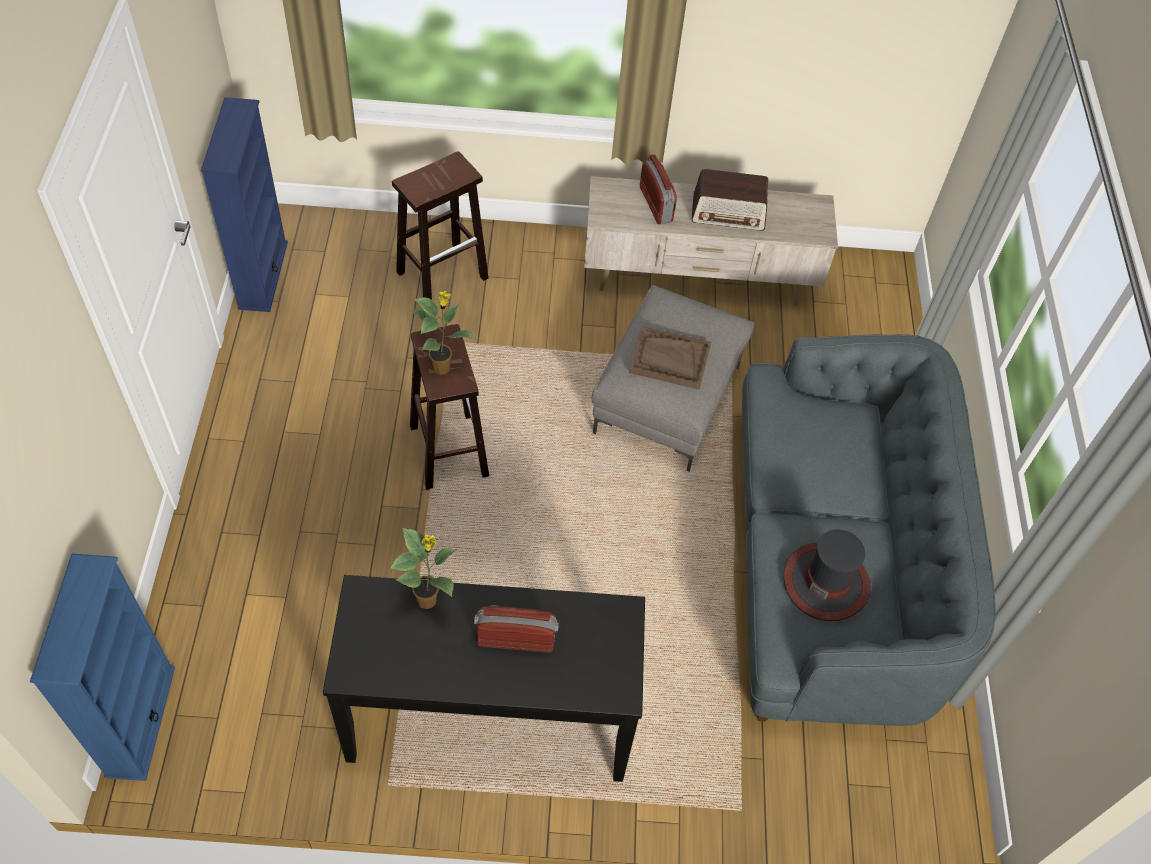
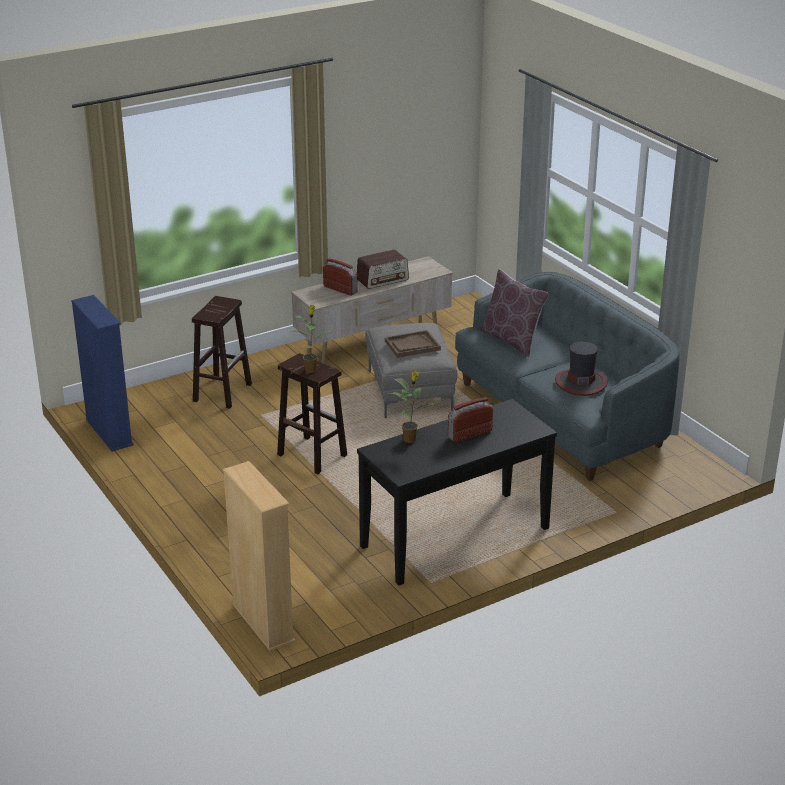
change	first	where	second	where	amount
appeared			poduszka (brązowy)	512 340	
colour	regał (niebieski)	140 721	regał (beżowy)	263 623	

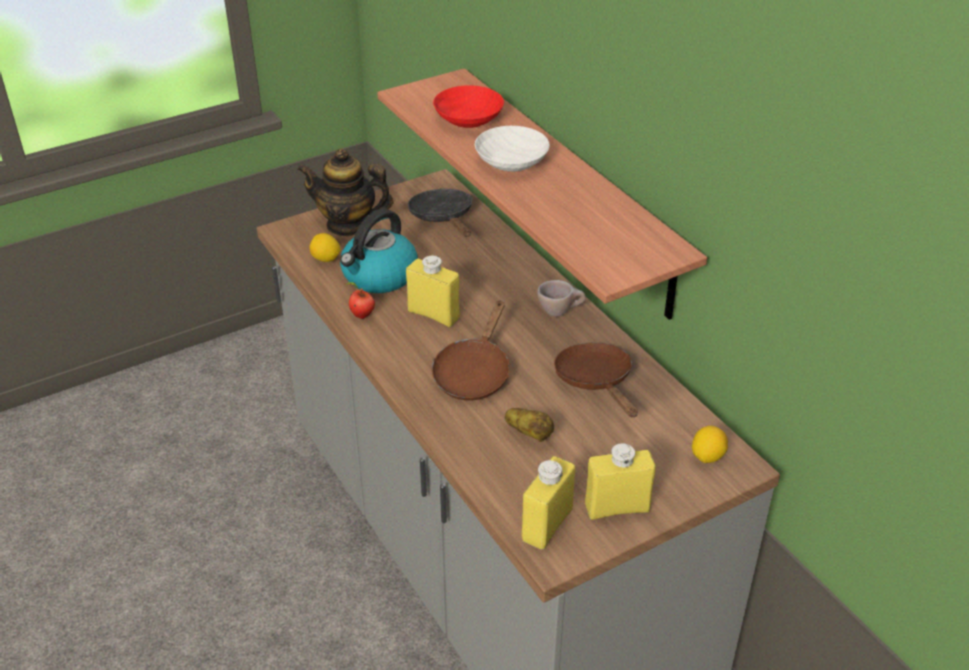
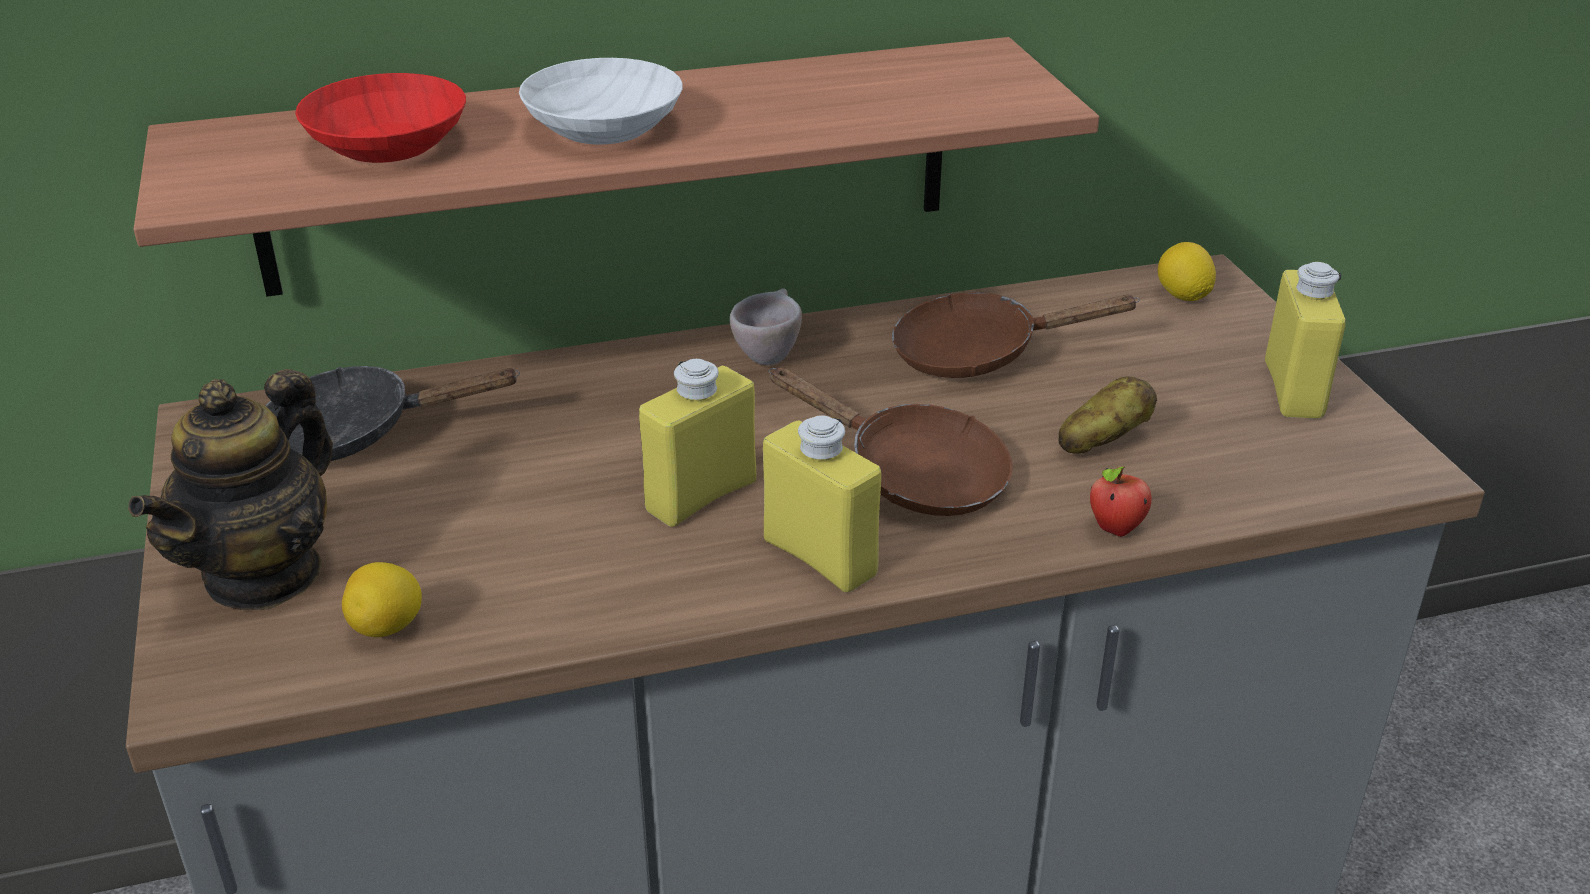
change	first	where	second	where	amount
missing	czajnik	379 276			
relocated	jabłko	361 315		1116 530	
relocated	butelka (żółty)	547 525		820 557	

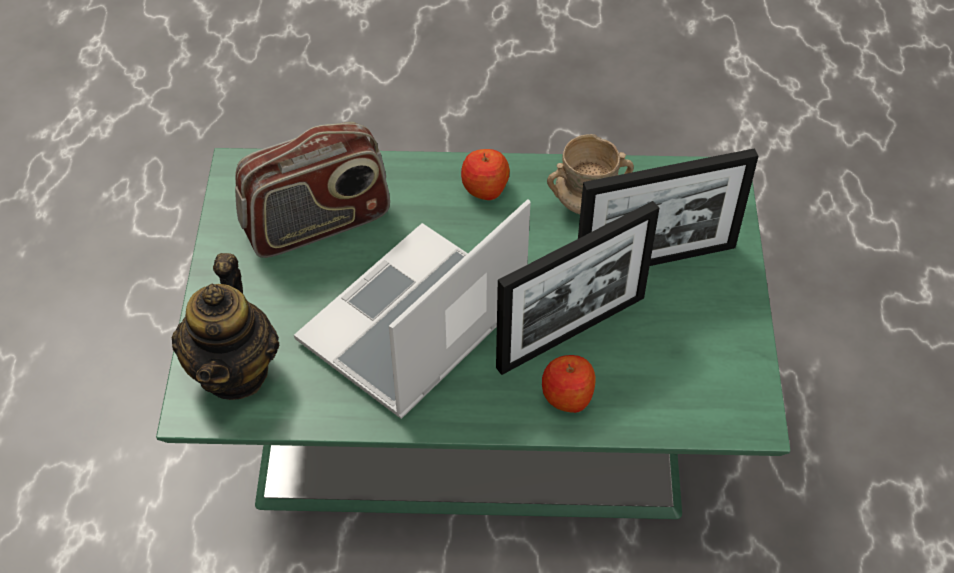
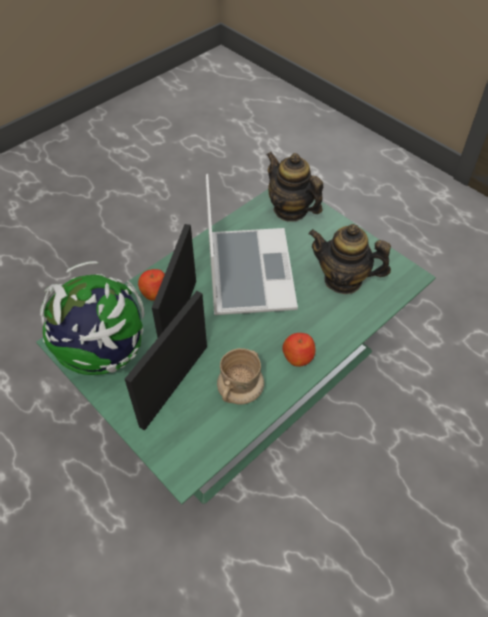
change	first	where	second	where	amount
appeared			globus	104 353	
exchanged	radio	317 224	imbryk	343 280	

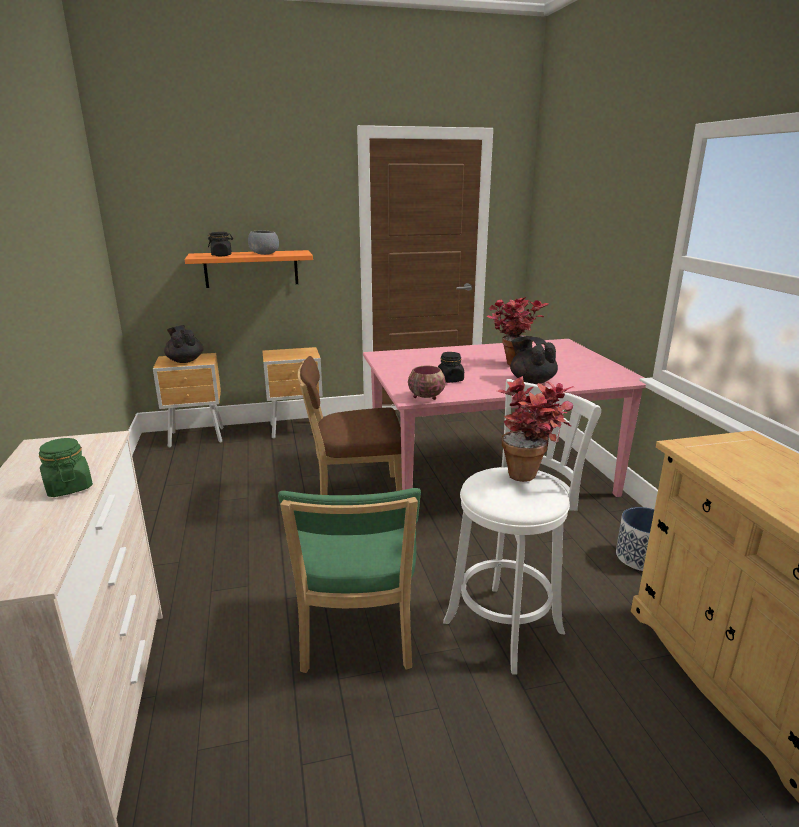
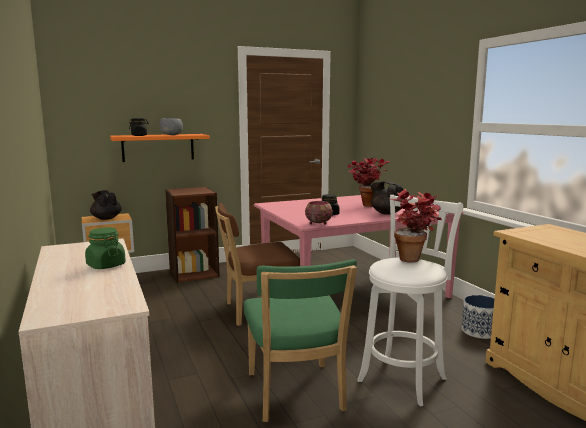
change	first	where	second	where	amount
exchanged	szafka nocna (brązowy)	297 429	regał (brązowy)	194 273	

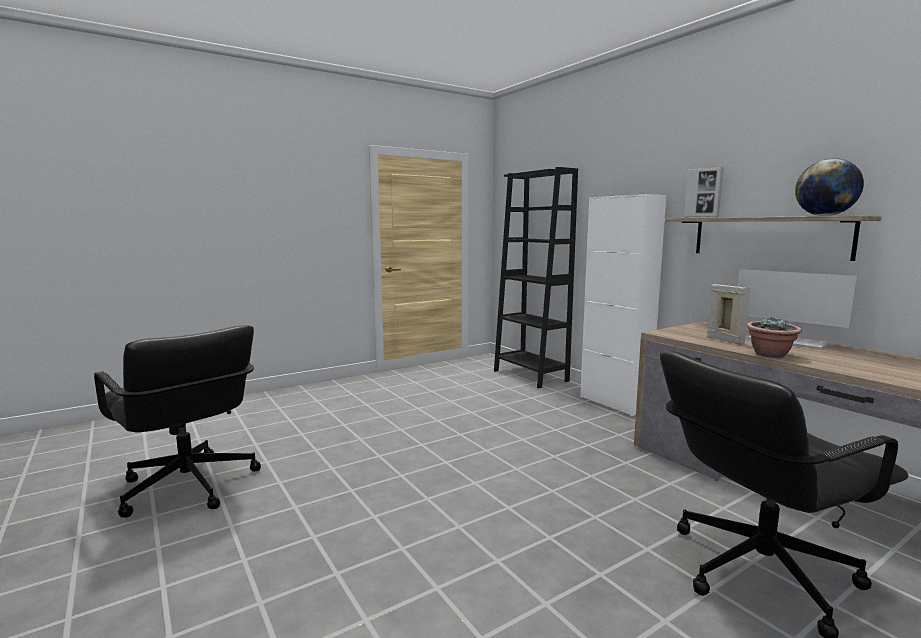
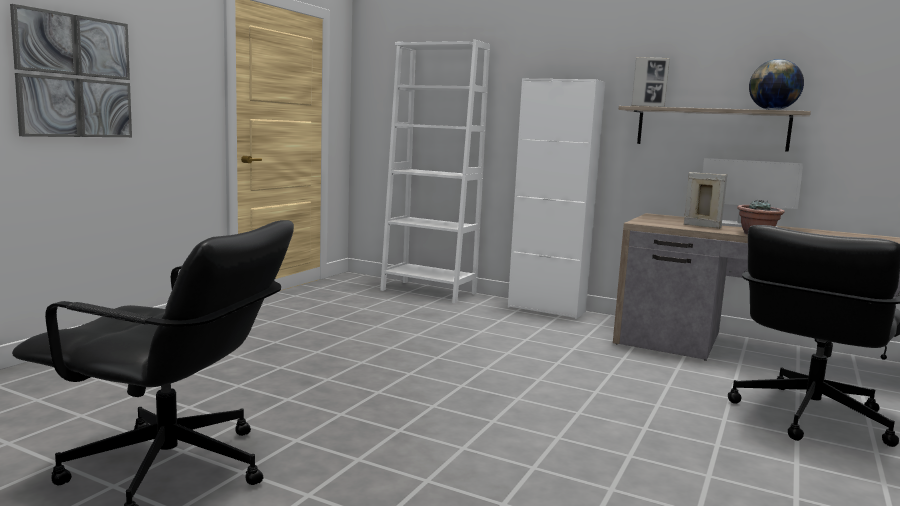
change	first	where	second	where	amount
appeared			obraz	74 76	
colour	regał (czarny)	530 376	regał (biały)	428 292	

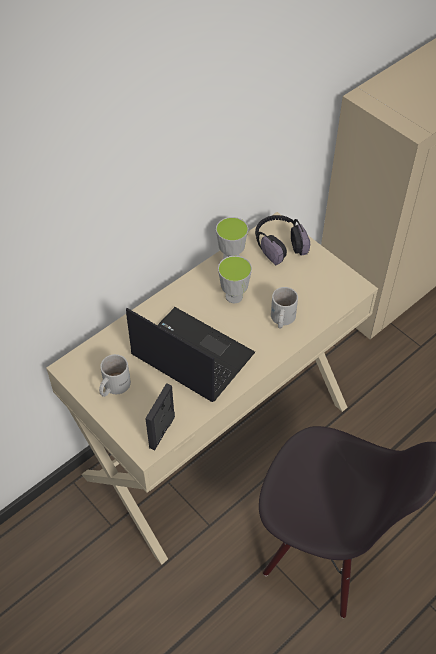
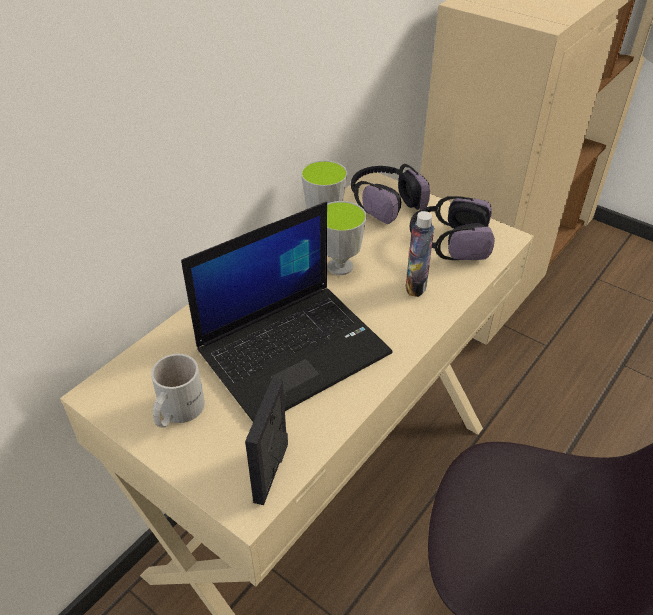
change	first	where	second	where	amount
appeared			słuchawki	448 242	
exchanged	kubek (biały)	281 319	butelka	416 286	
spun	laptop	190 355		294 349	120 degrees clockwise

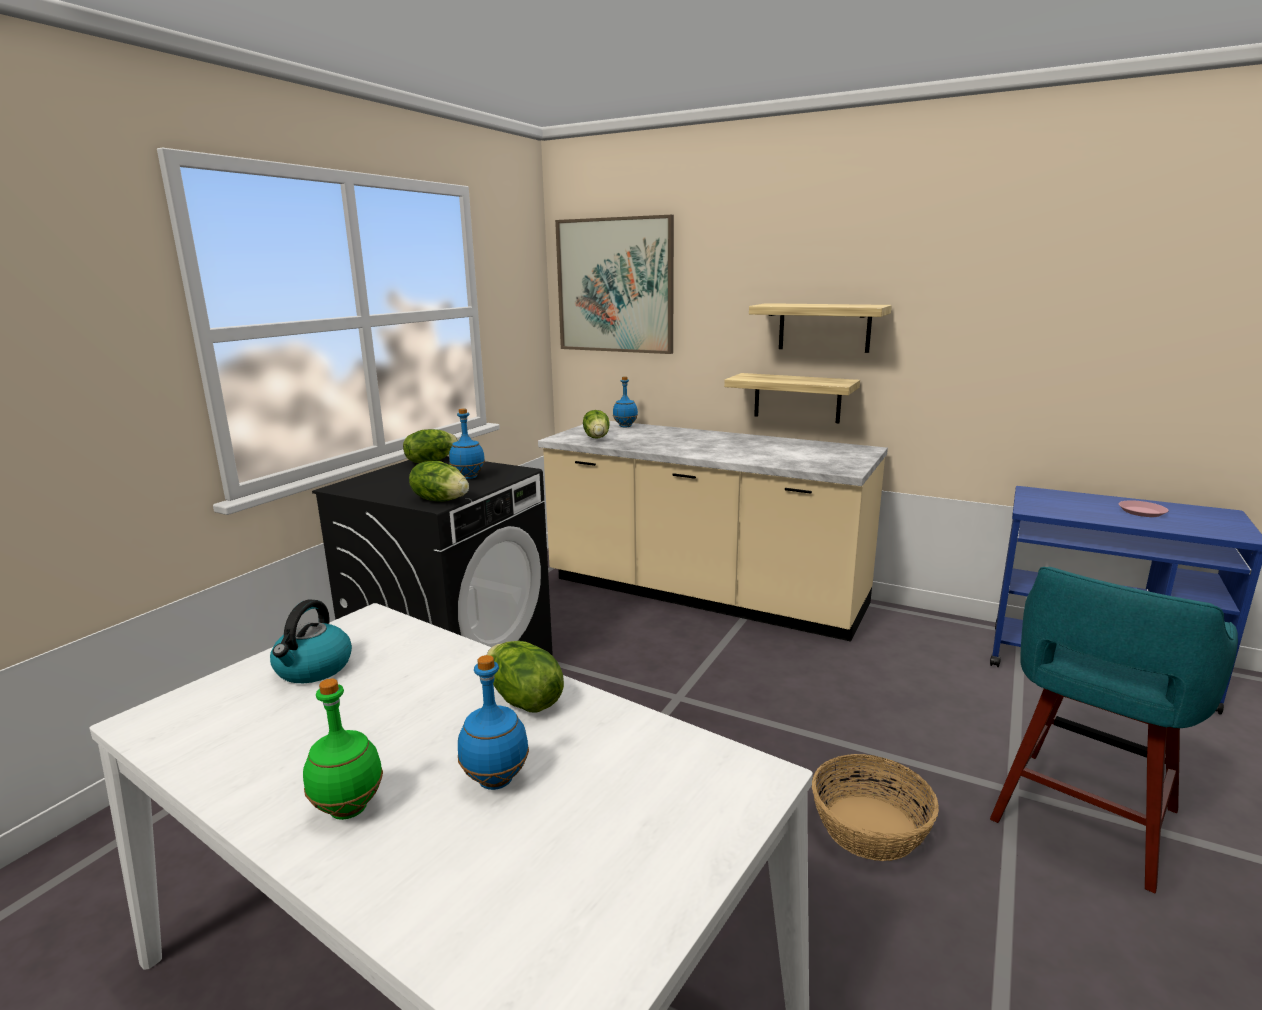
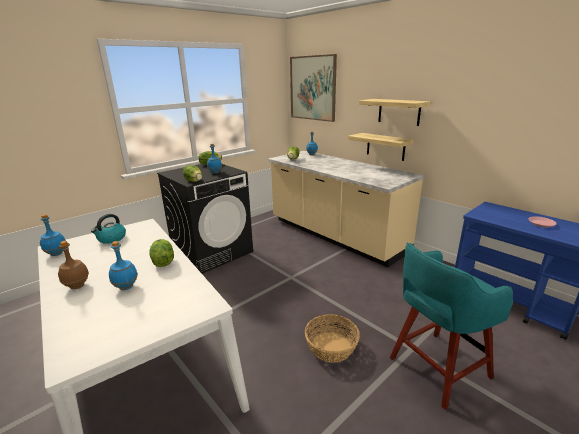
change	first	where	second	where	amount
appeared			butelka (niebieski)	56 254	
colour	butelka (zielony)	347 809	butelka (brązowy)	77 286	

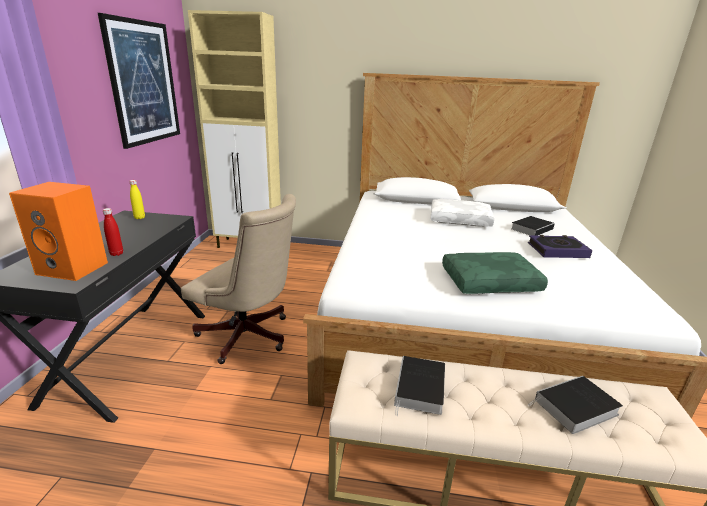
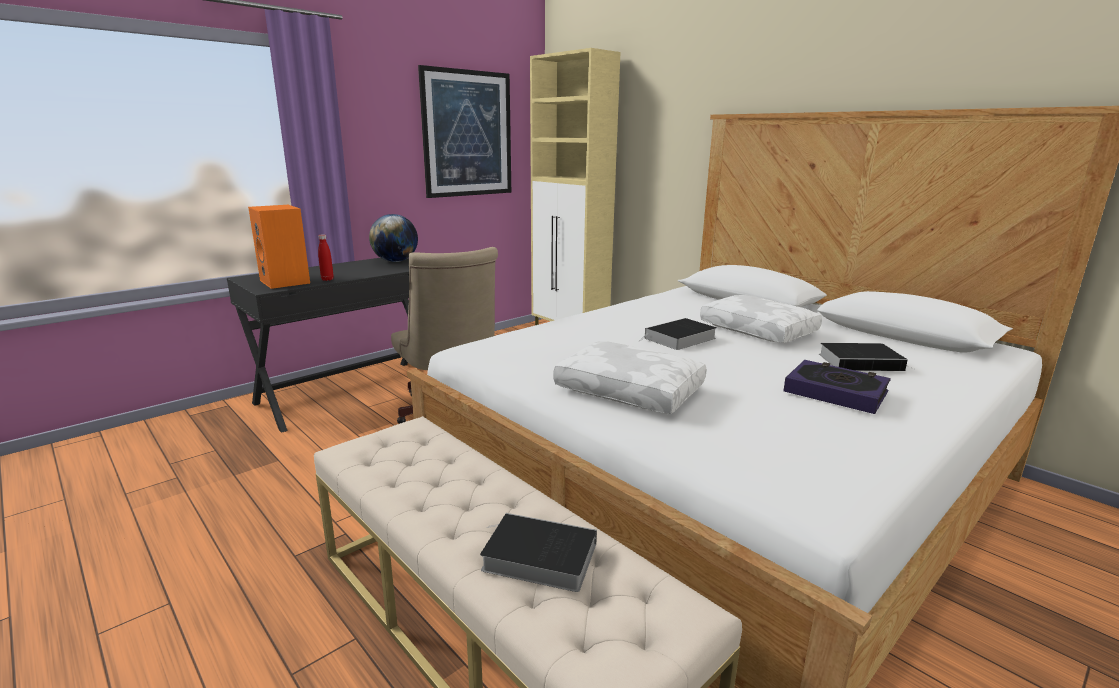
change	first	where	second	where	amount
relocated	książka	420 389		679 339	
exchanged	butelka (żółty)	139 218	globus	395 261	
colour	poduszka (zielony)	490 281	poduszka (biały)	631 390	

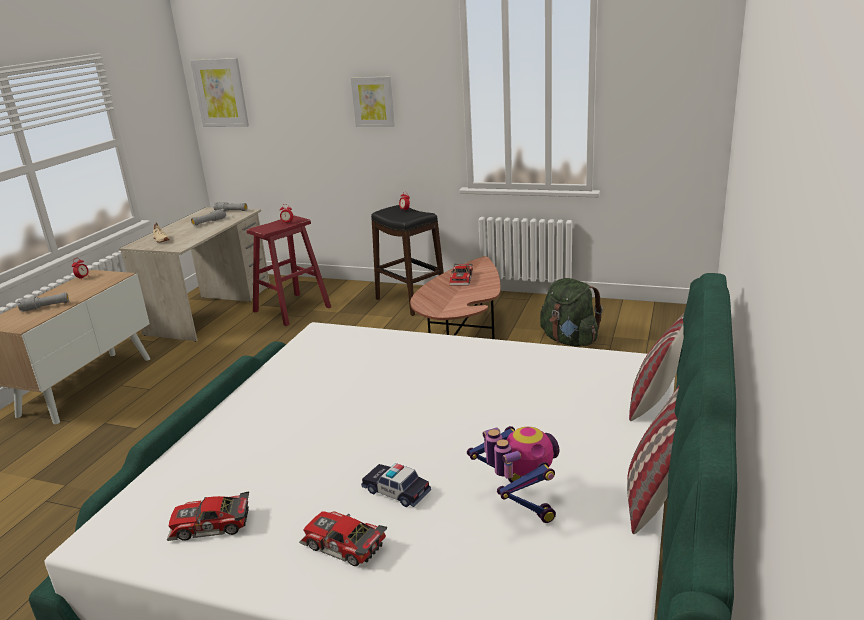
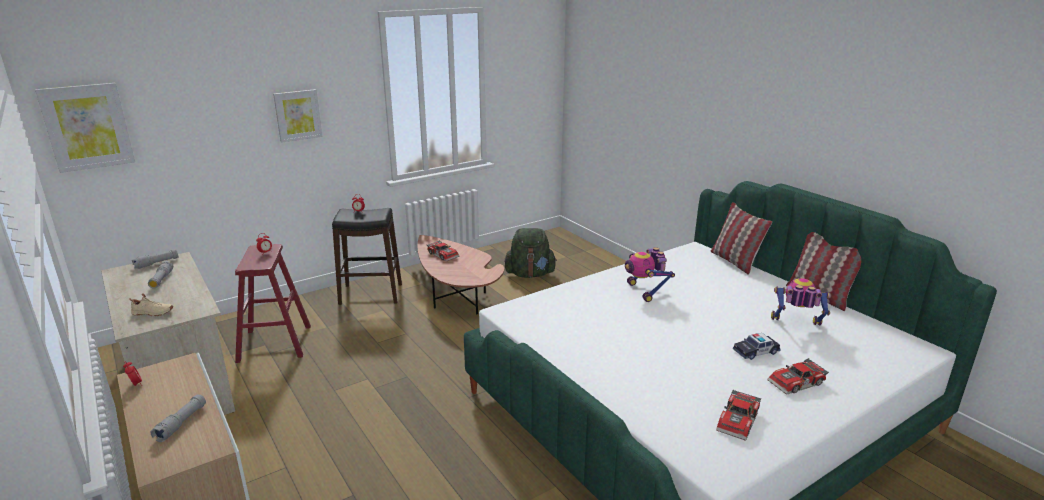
change	first	where	second	where	amount
appeared			robot zabawkowy	644 291	

